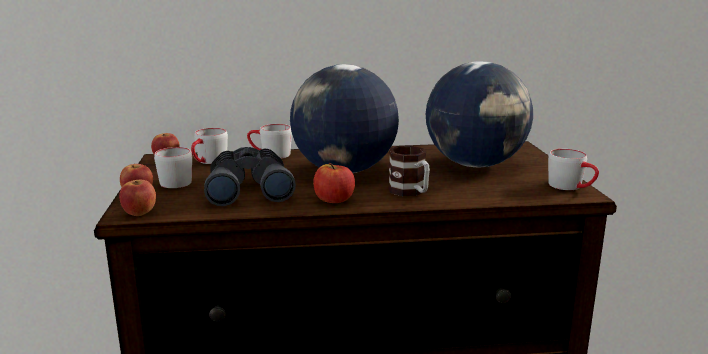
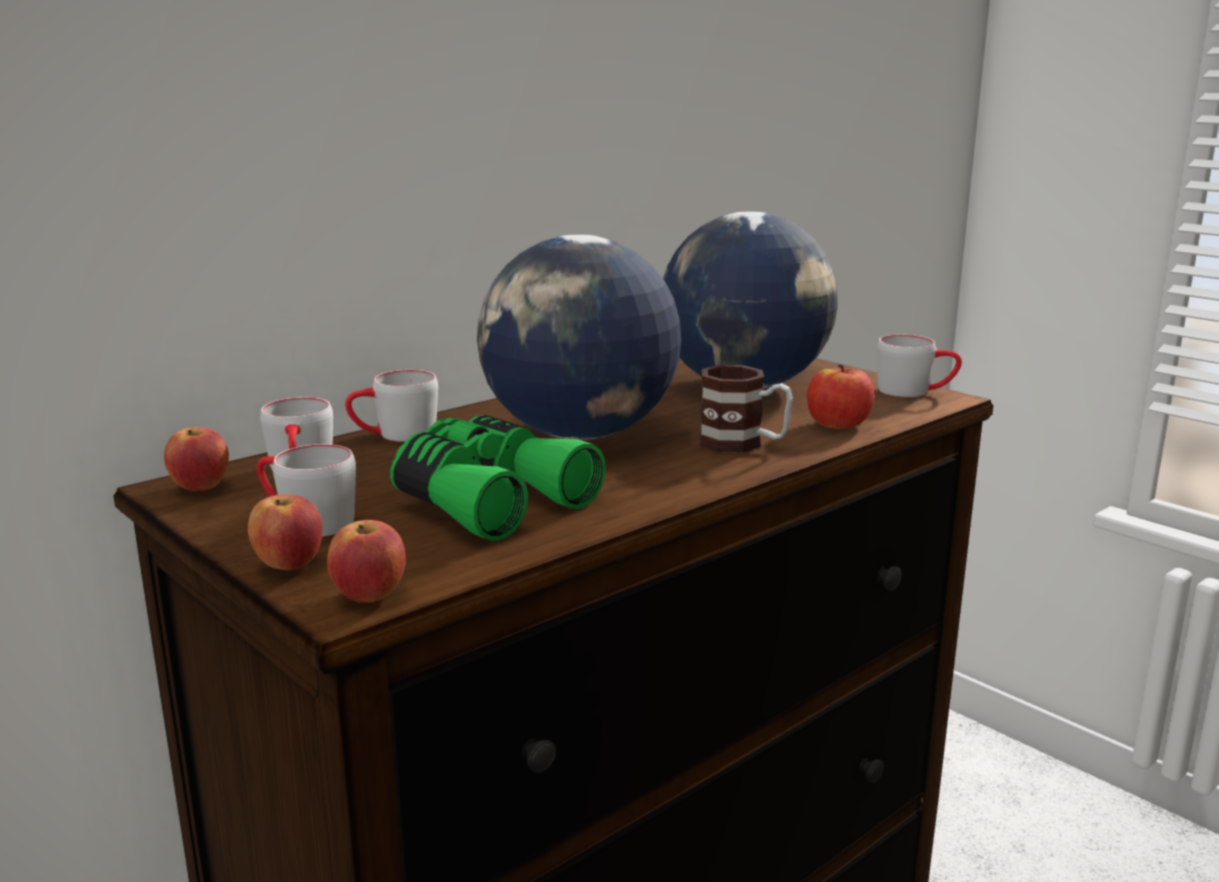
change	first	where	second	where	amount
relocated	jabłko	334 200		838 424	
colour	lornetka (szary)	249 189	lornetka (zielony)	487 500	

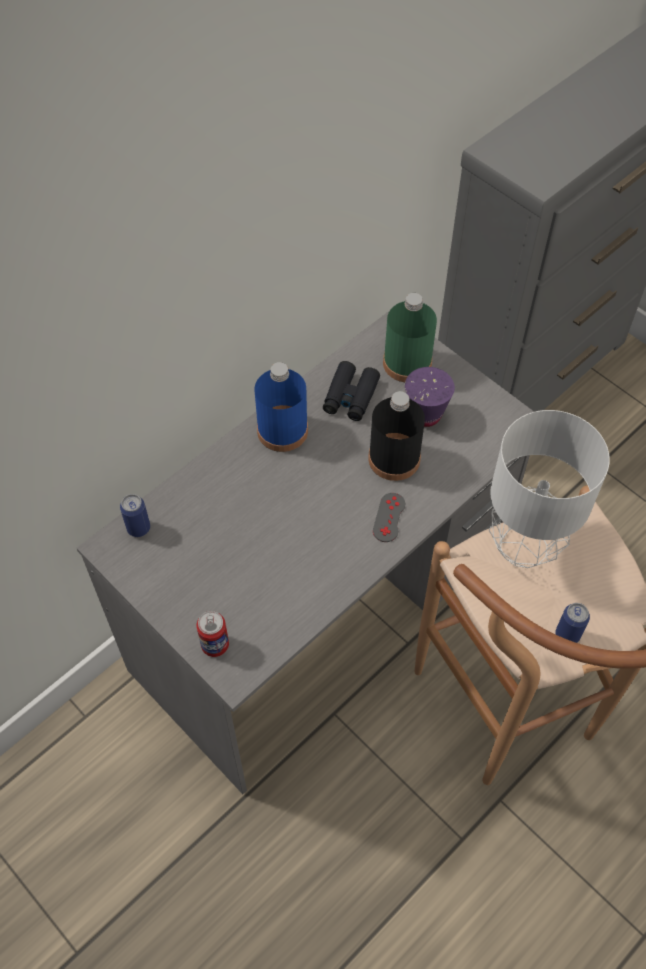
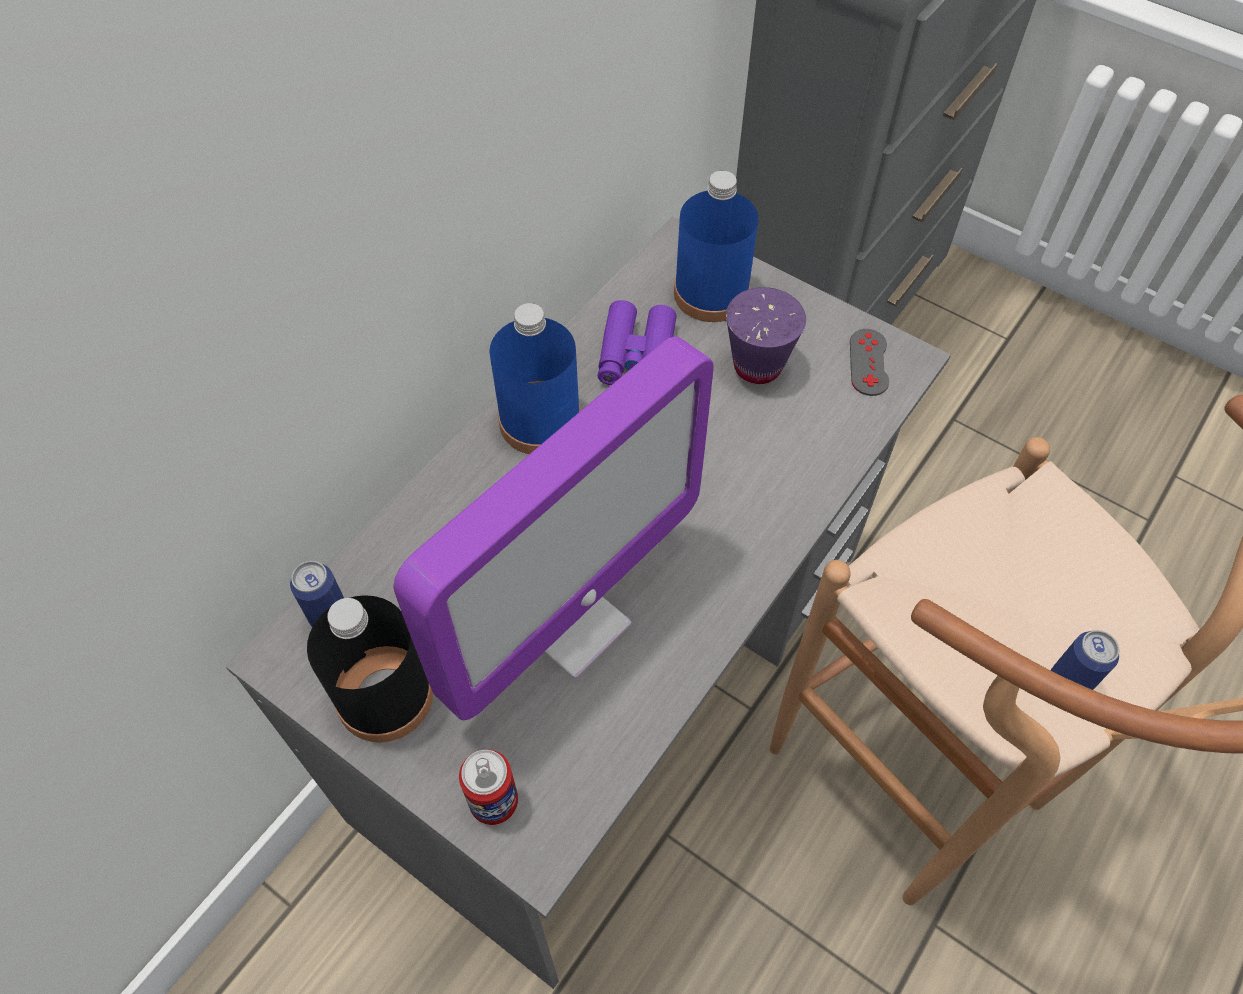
change	first	where	second	where	amount
missing	lampa stołowa (biały)	522 547			
appeared			monitor	570 623	
relocated	butelka (czarny)	394 458		385 696	
relocated	pad do gier (szary)	389 517		868 362	
colour	lornetka (czarny)	350 397	lornetka (fioletowy)	636 355	
colour	butelka (zielony)	407 363	butelka (niebieski)	711 293	

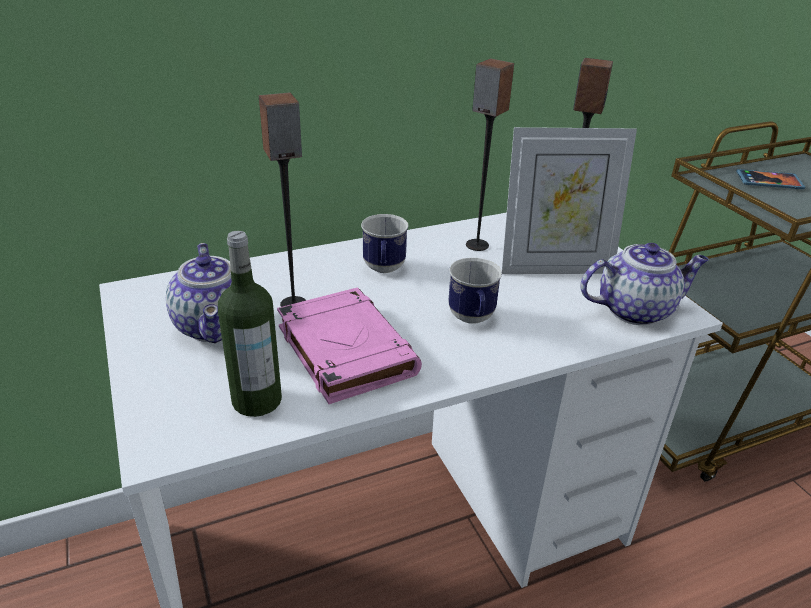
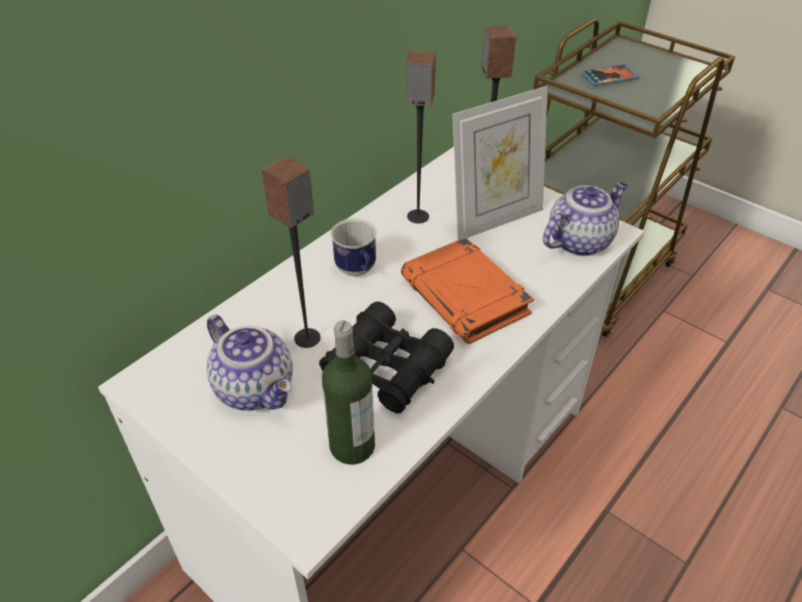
change	first	where	second	where	amount
exchanged	książka (różowy)	344 350	lornetka (czarny)	386 367	
exchanged	kubek	472 319	książka (pomarańczowy)	466 297	

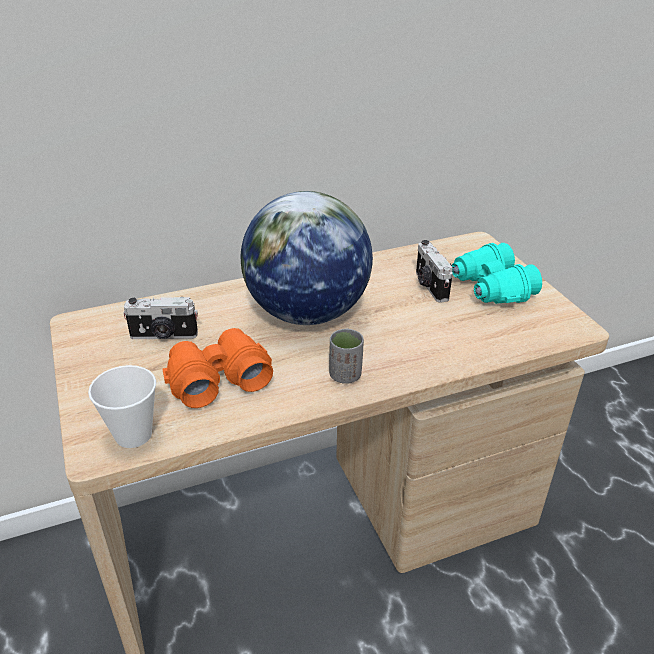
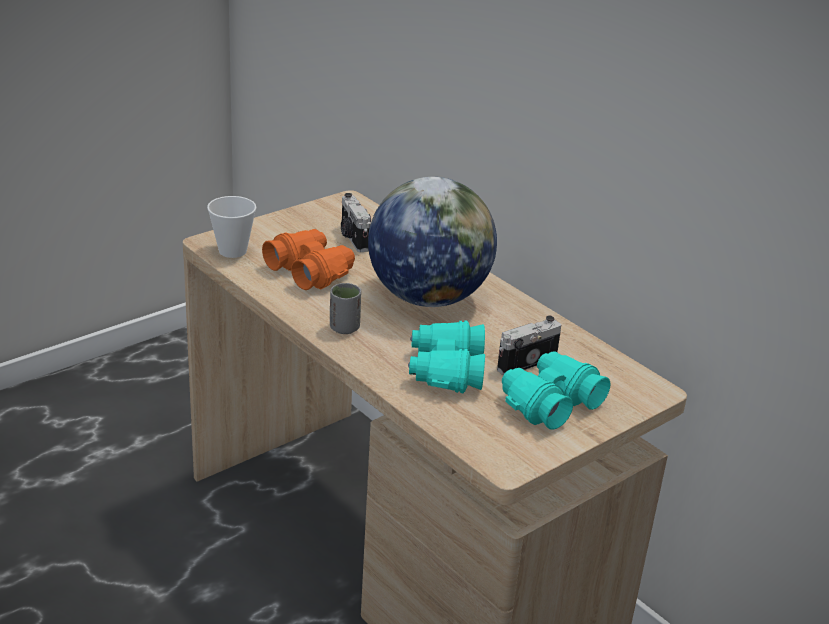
change	first	where	second	where	amount
appeared			lornetka (turkusowy)	445 370	

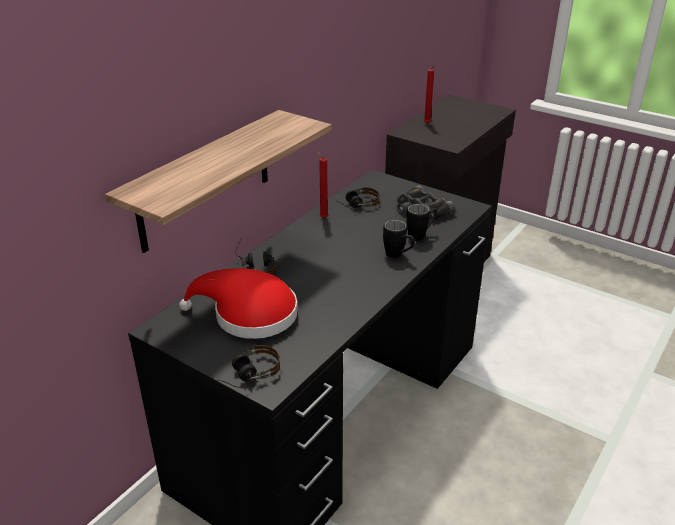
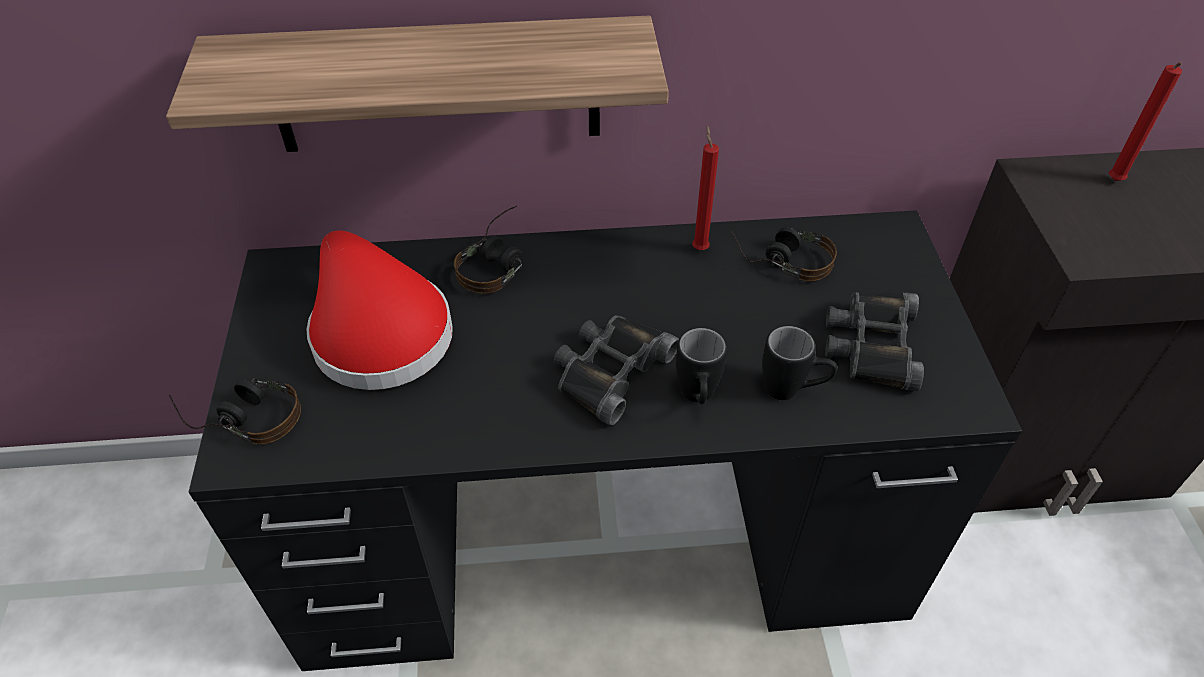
change	first	where	second	where	amount
appeared			lornetka (czarny)	610 370	

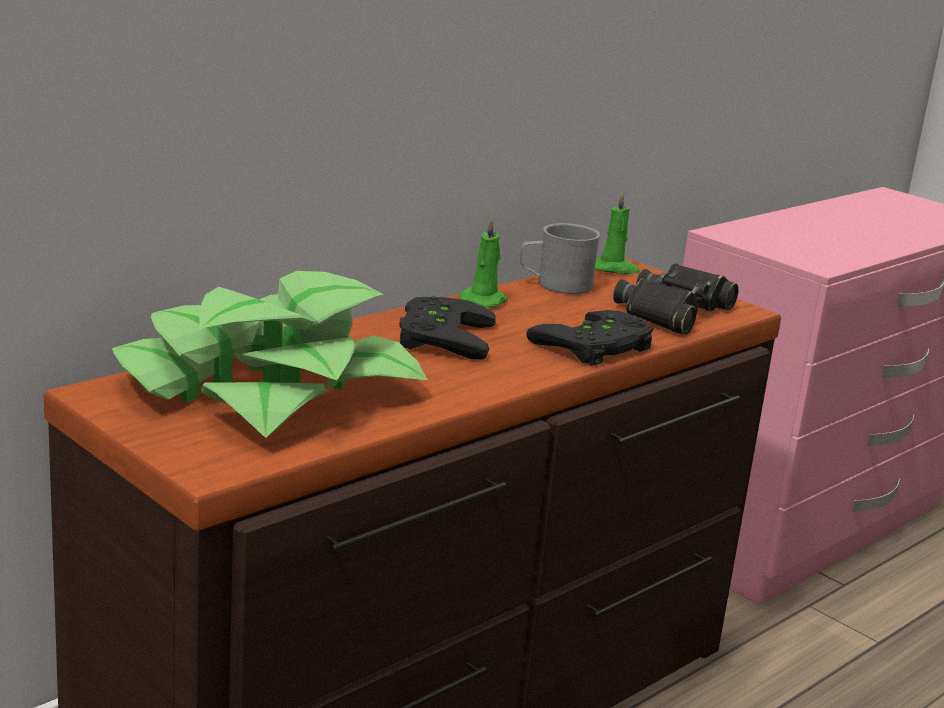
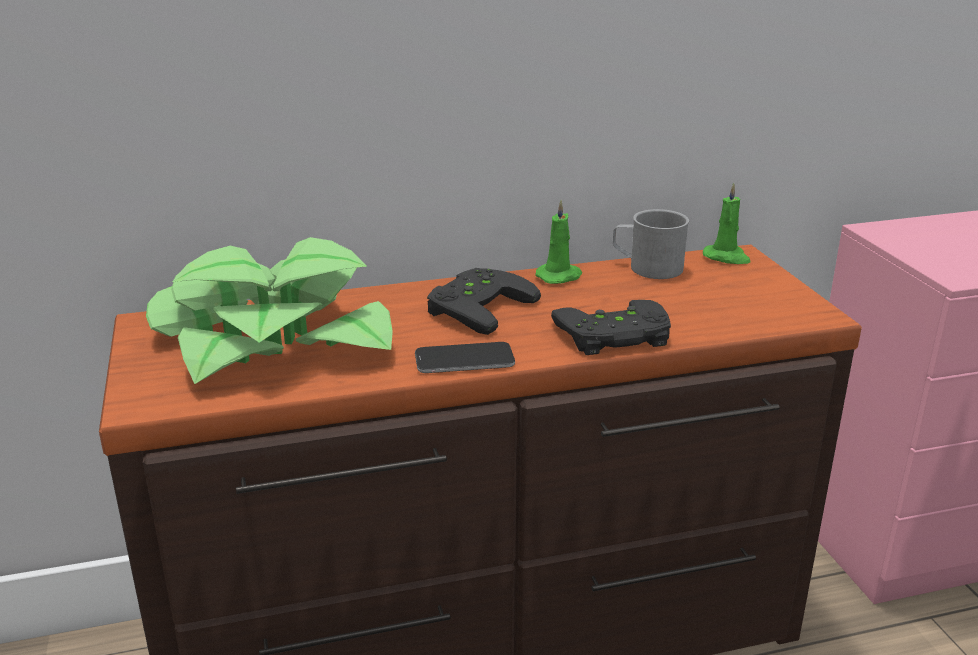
change	first	where	second	where	amount
missing	lornetka (czarny)	673 312			
appeared			telefon	464 360	

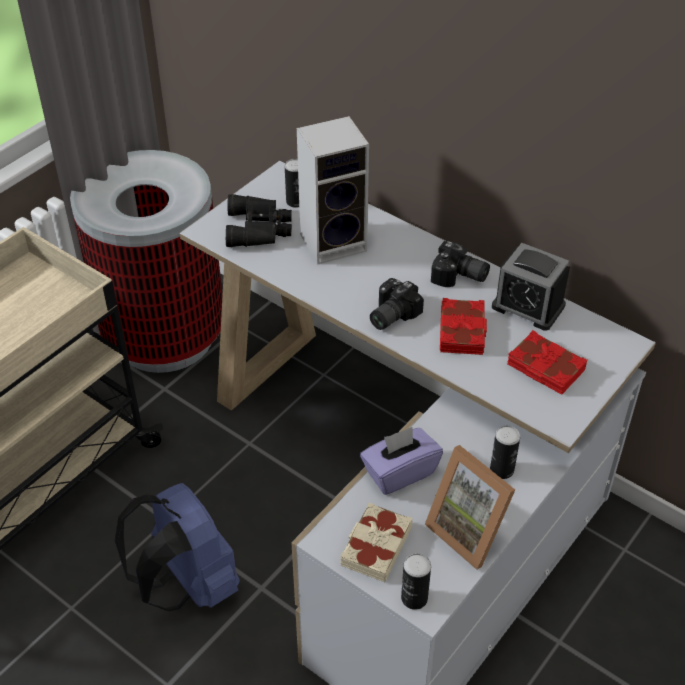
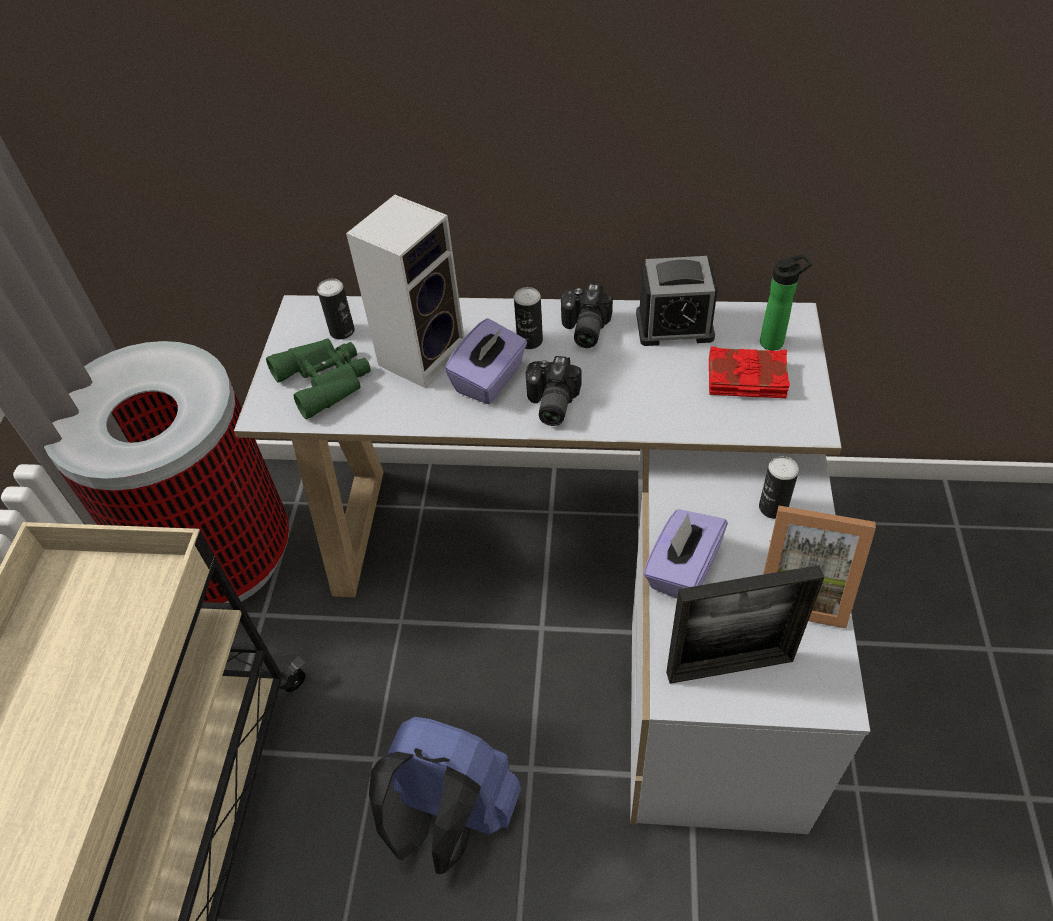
change	first	where	second	where	amount
missing	książka (czerwony)	462 331			
appeared			pudełko chusteczek (fioletowy)	490 379	
appeared			butelka	775 341	
relocated	puszka	414 598		530 341	
exchanged	książka (beżowy)	375 546	ramka na zdjęcie	729 667	
colour	lornetka (czarny)	260 228	lornetka (zielony)	326 379	
spun	aparat fotograficzny	459 277		583 329	105 degrees clockwise

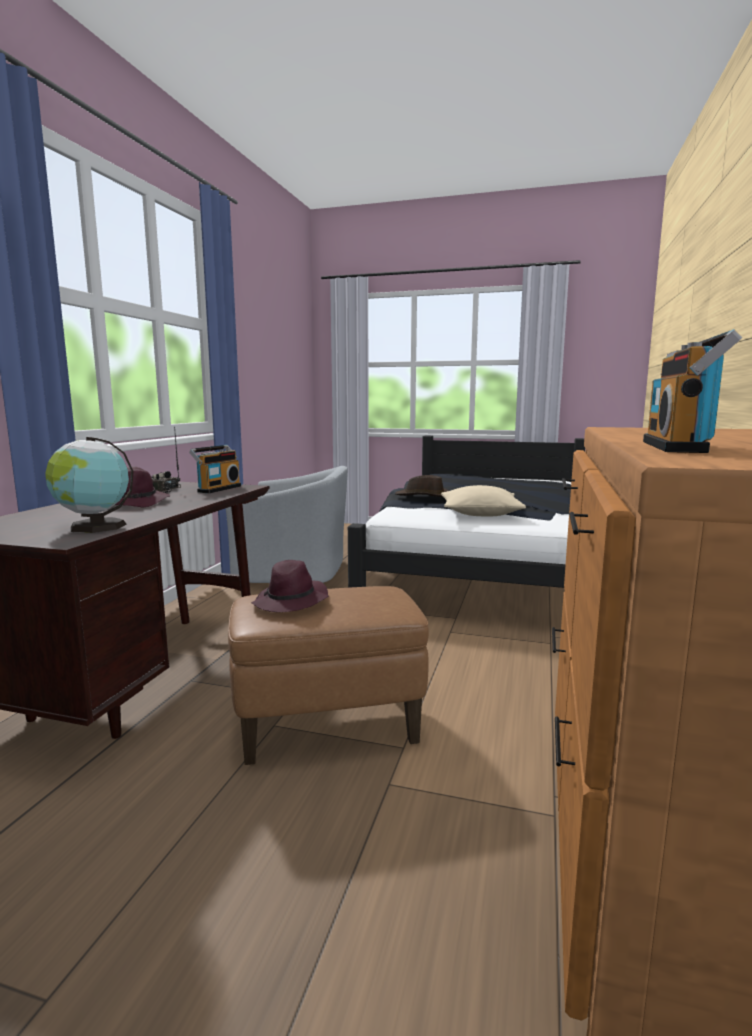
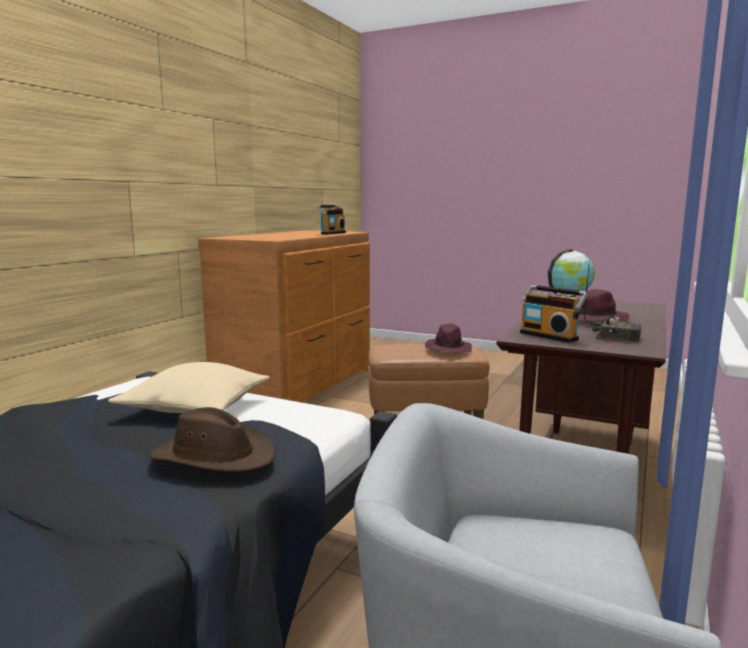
change	first	where	second	where	amount
spun	radio	217 489		550 336	75 degrees counterclockwise

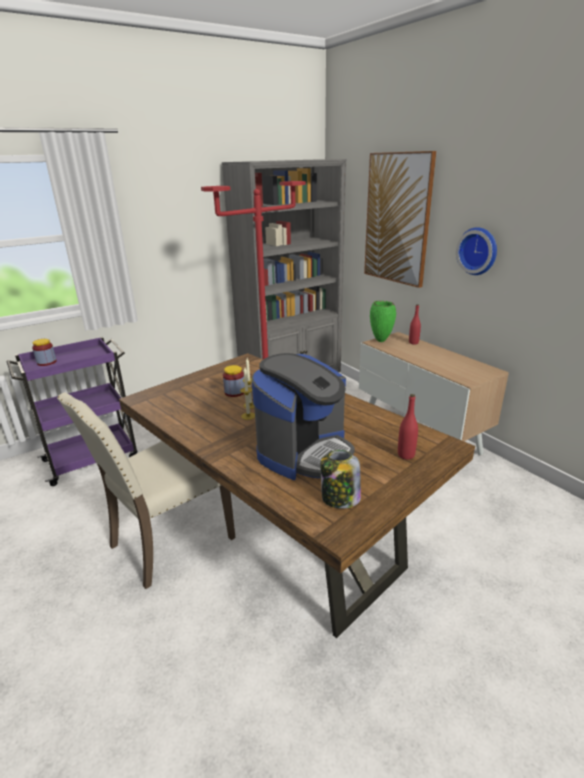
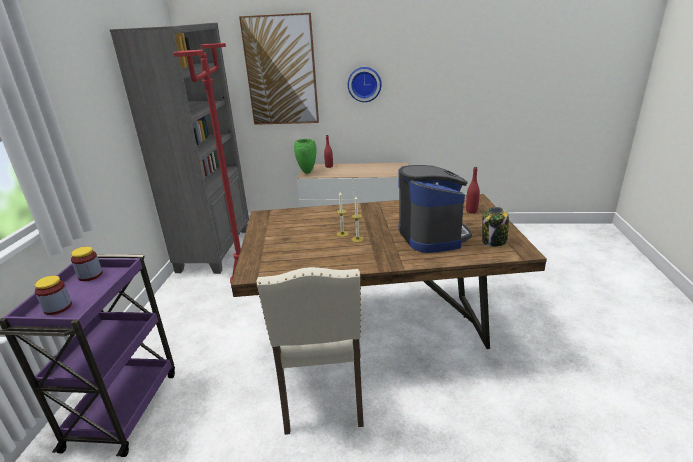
change	first	where	second	where	amount
relocated	słoik	234 392		90 275	

